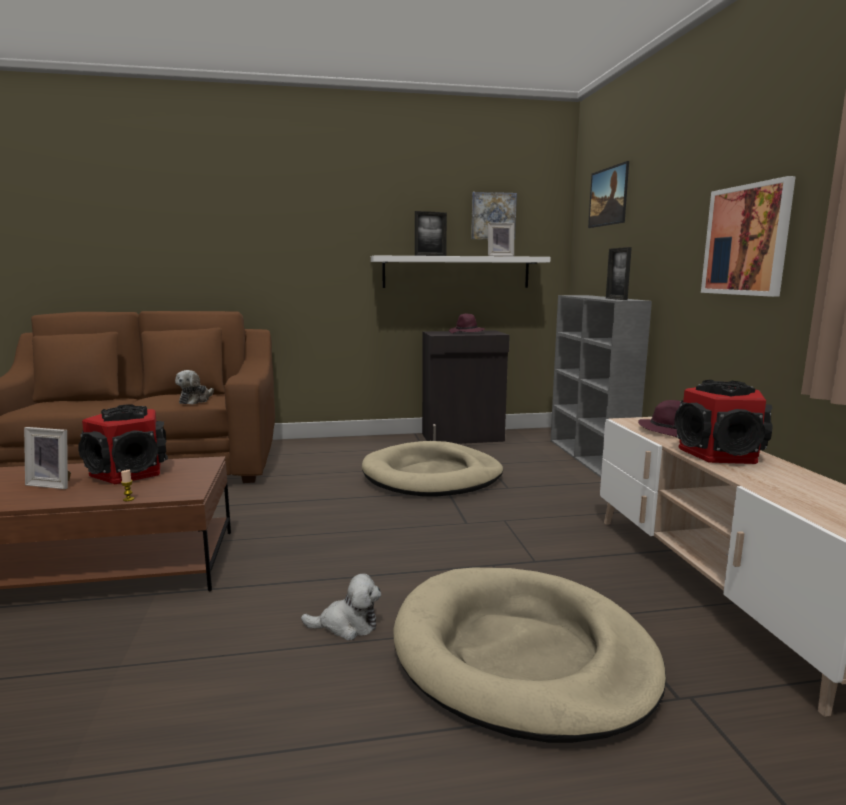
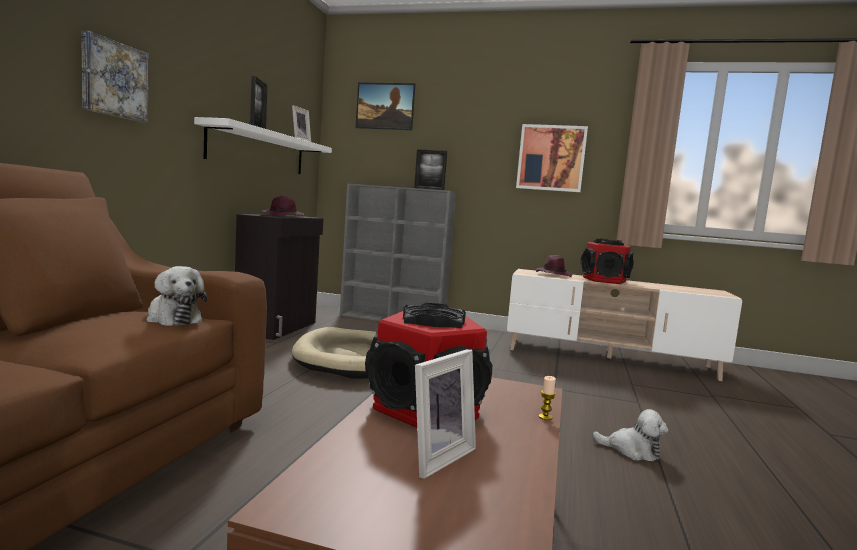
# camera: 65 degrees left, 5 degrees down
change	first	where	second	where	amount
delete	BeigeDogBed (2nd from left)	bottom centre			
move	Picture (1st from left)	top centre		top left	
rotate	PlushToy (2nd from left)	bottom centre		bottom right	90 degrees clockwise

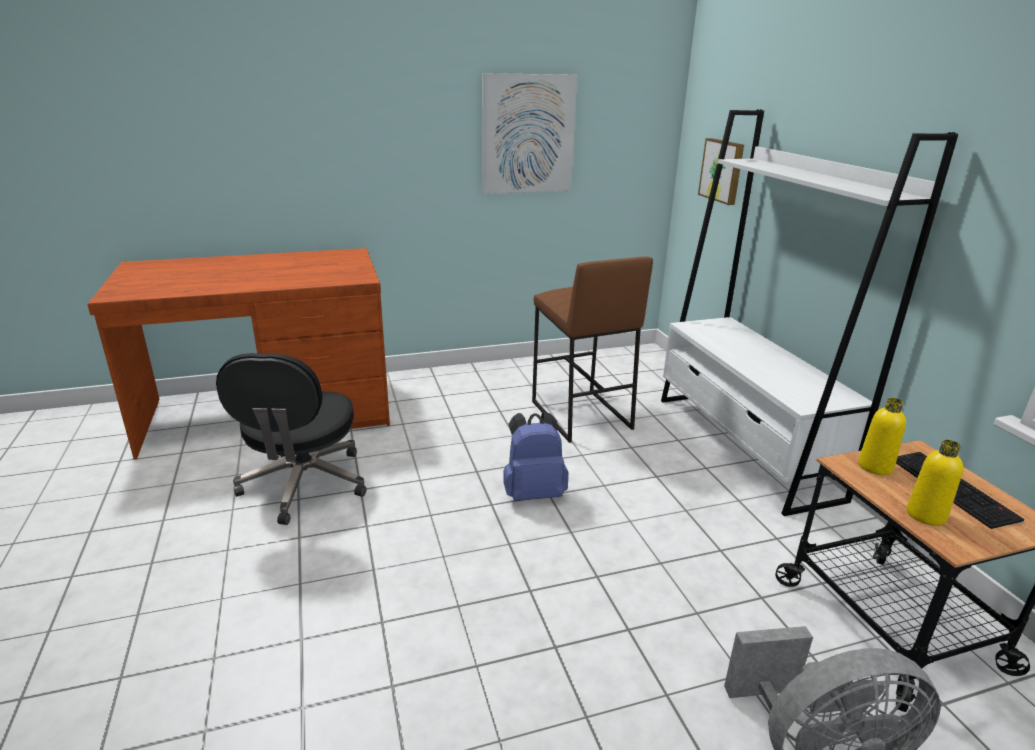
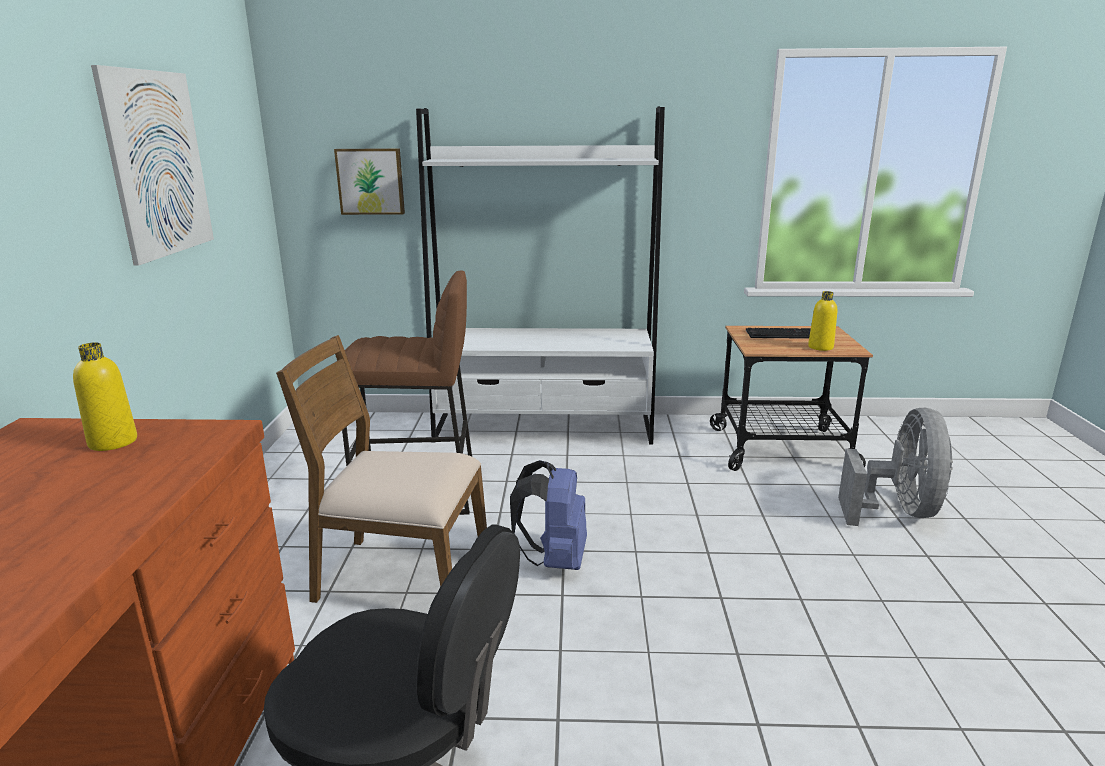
# camera: 70 degrees left, 5 degrees down
change	first	where	second	where	amount
insert			BrownChair	centre	
move	YellowBottle (1st from left)	middle right		middle left	

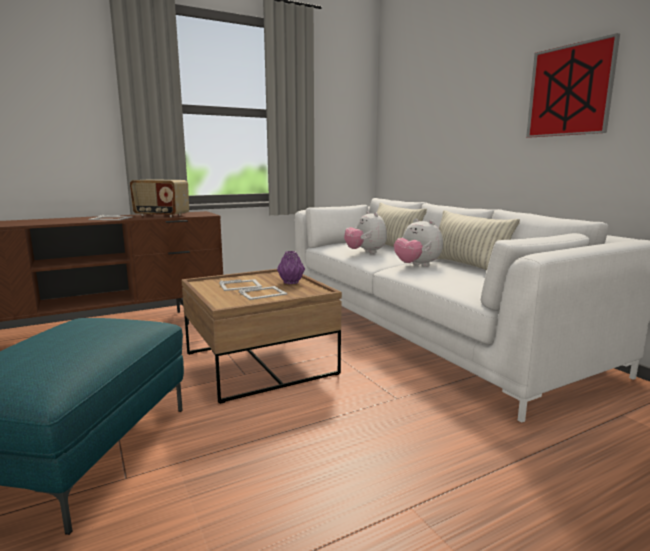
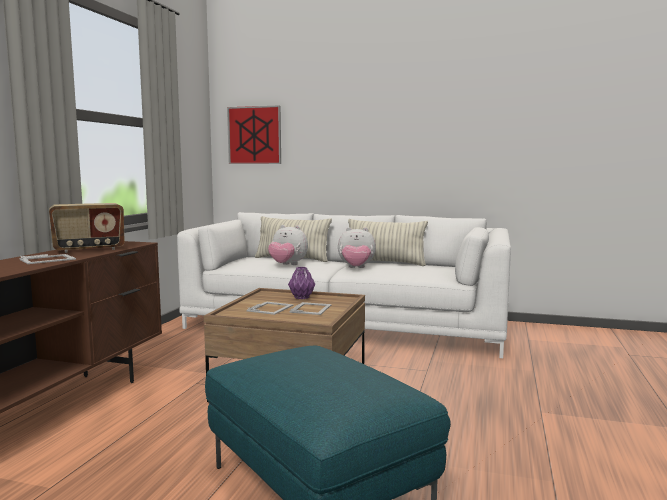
# camera: 45 degrees left, 5 degrees down
change	first	where	second	where	amount
move	Picture	top right		top centre	

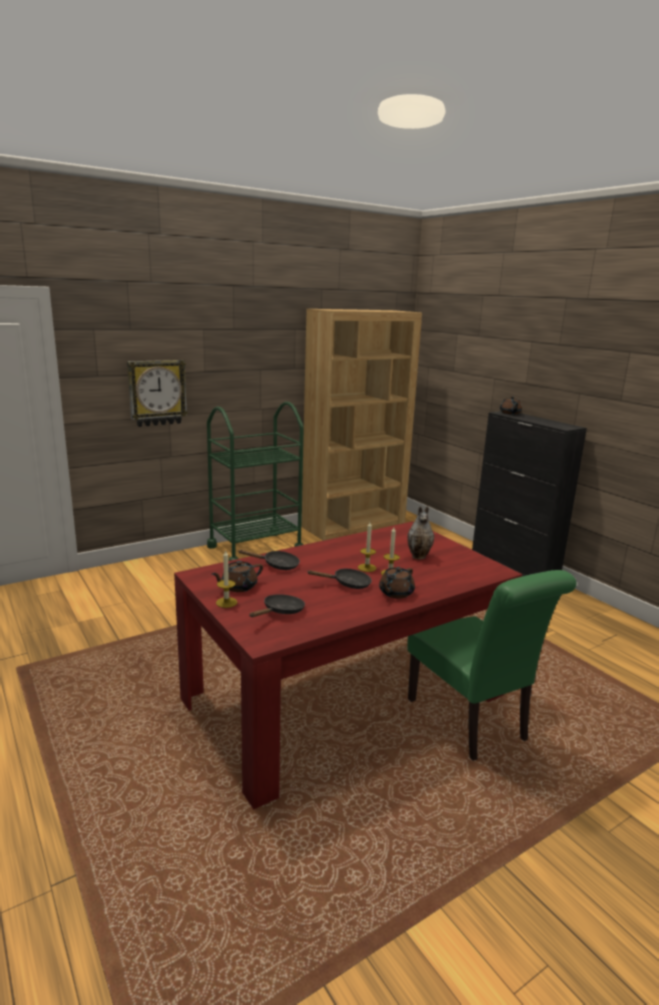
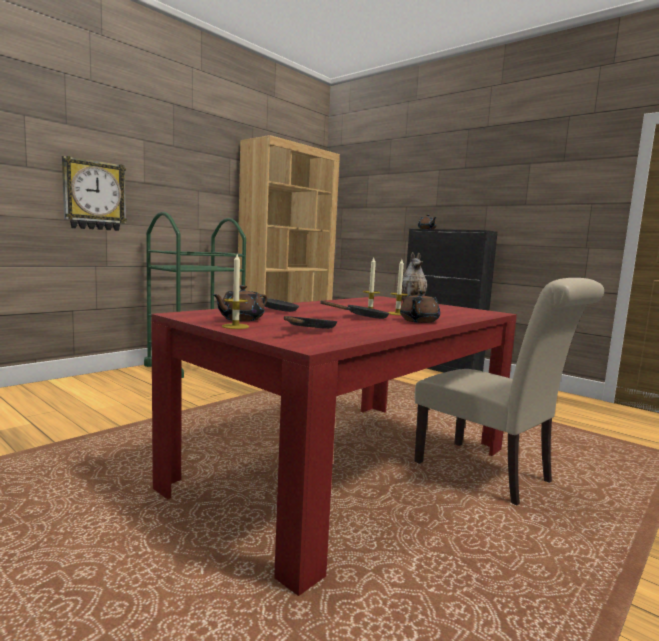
# camera: 15 degrees left, 10 degrees down
change	first	where	second	where	amount
recolor	GreenChair	middle right	BeigeChair	middle right	

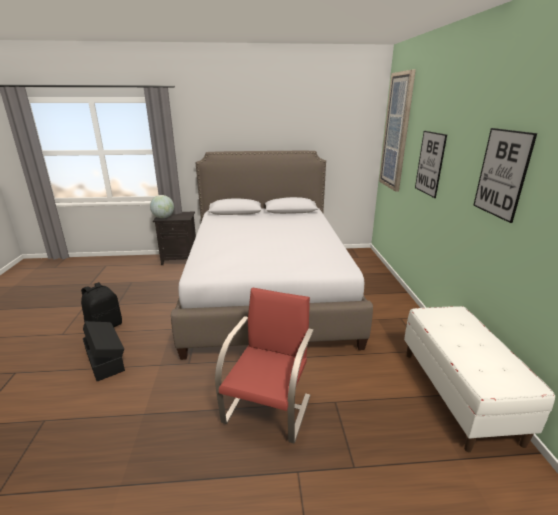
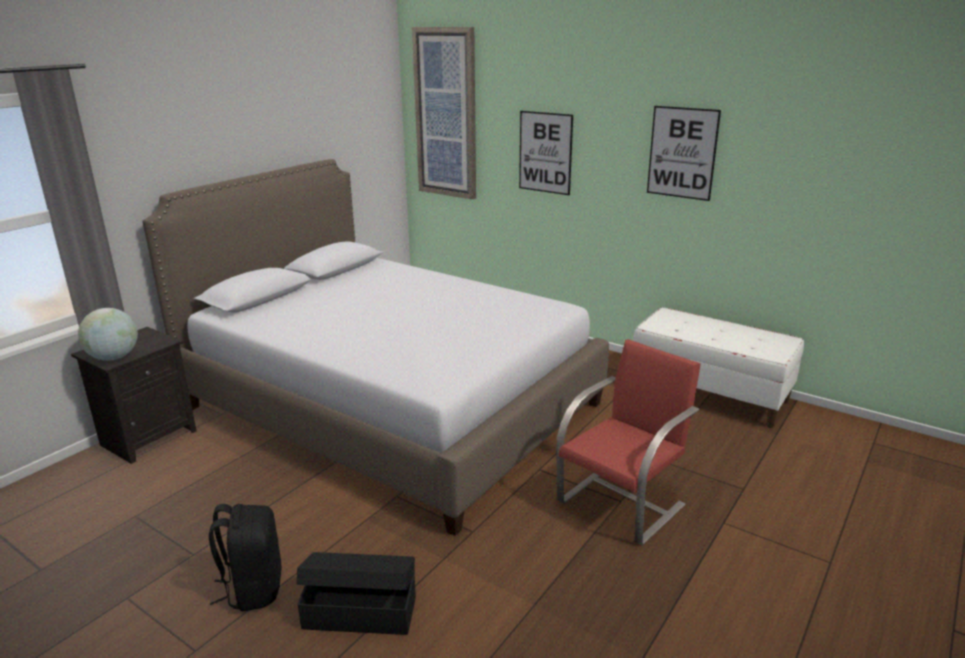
# camera: 50 degrees left, 0 degrees up
change	first	where	second	where	amount
rotate	RedChair	bottom centre		bottom centre	75 degrees clockwise

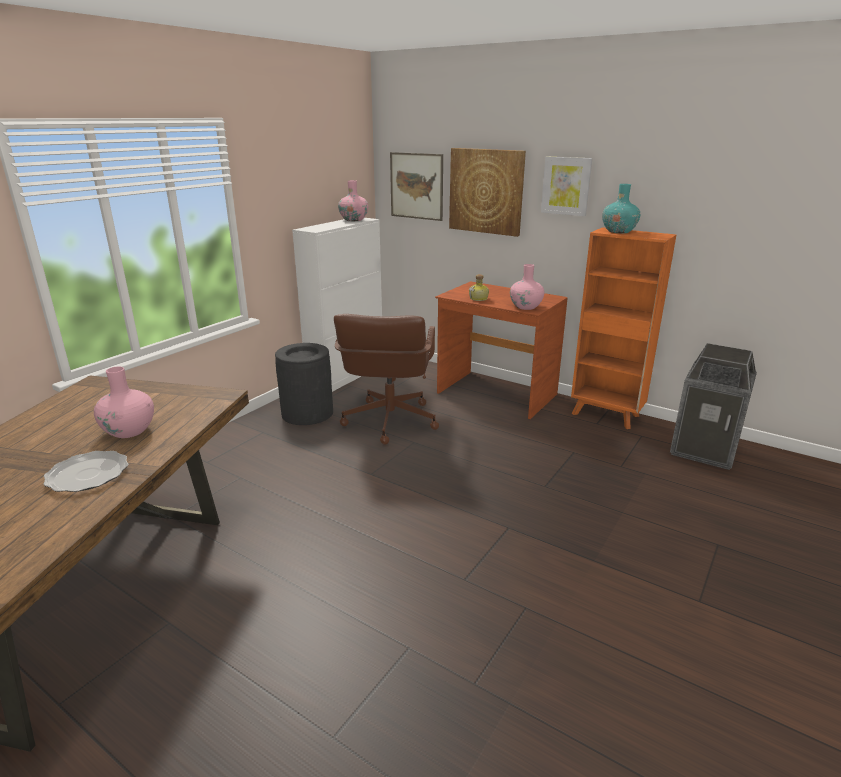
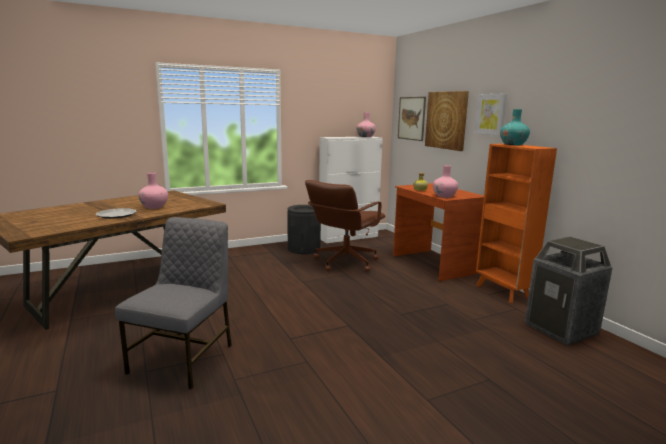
# camera: 30 degrees right, 10 degrees down
change	first	where	second	where	amount
insert			GreyChair	bottom left	

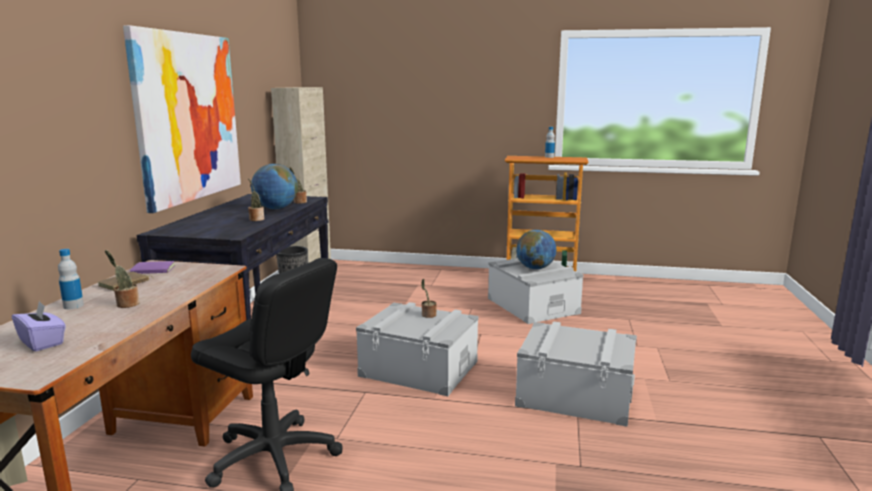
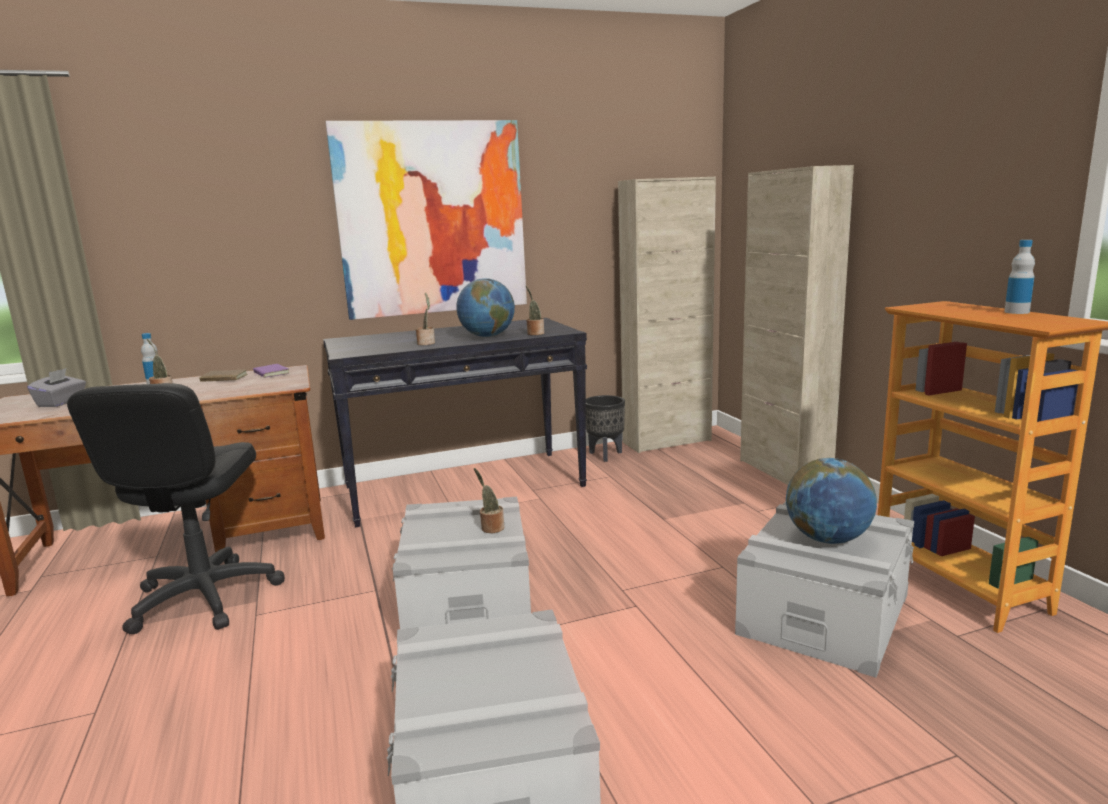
# camera: 60 degrees right, 0 degrees up
change	first	where	second	where	amount
insert			BeigeCabinet (2nd from left)	middle right	
recolor	PurpleTissueBox	middle left	GreyTissueBox	middle left	

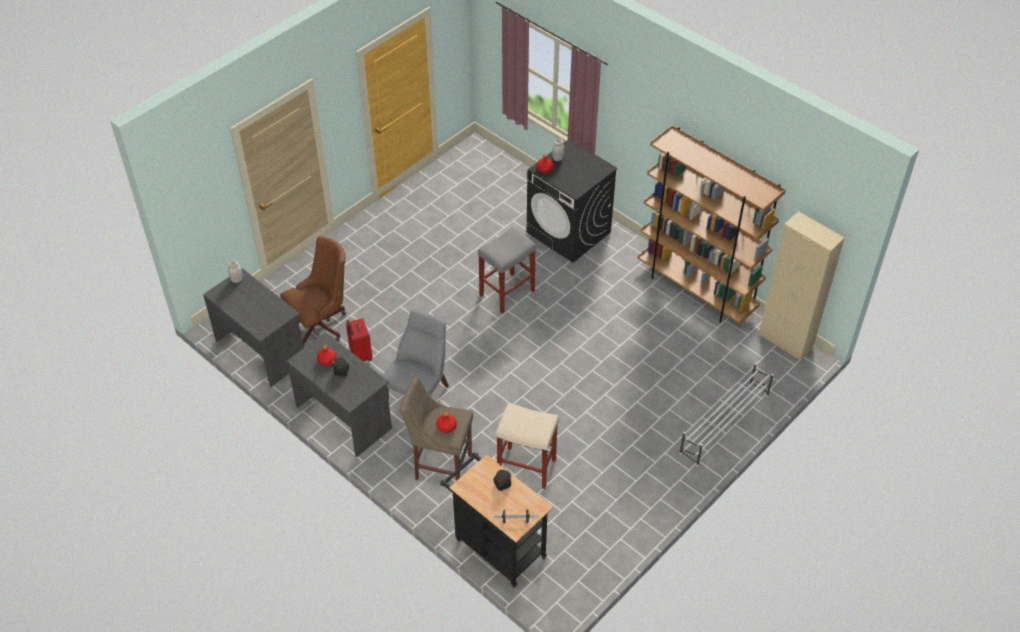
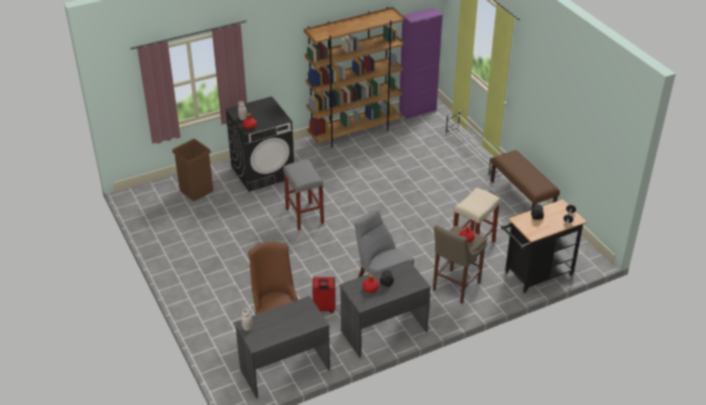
# camera: 70 degrees left, 10 degrees down
change	first	where	second	where	amount
insert			BrownTrashCan	middle left	
insert			BrownBench	middle right	
recolor	BeigeCabinet	middle right	PurpleCabinet	top centre	

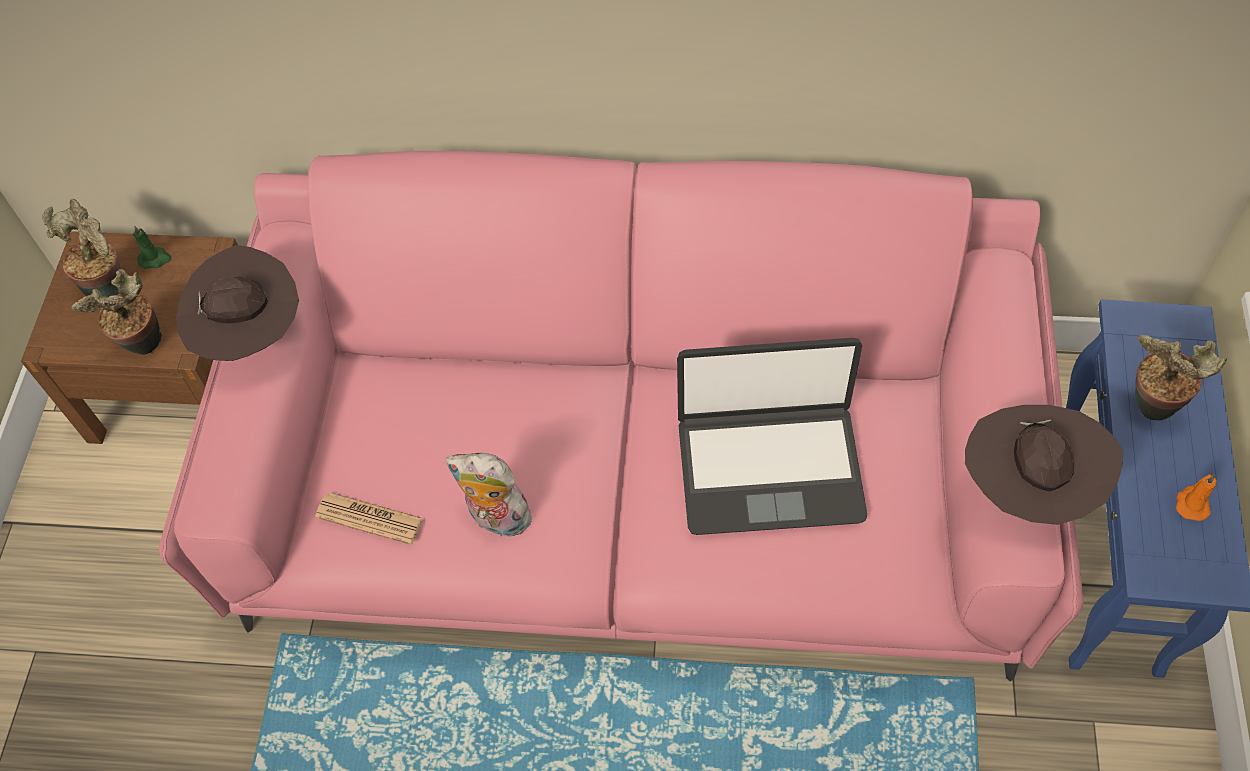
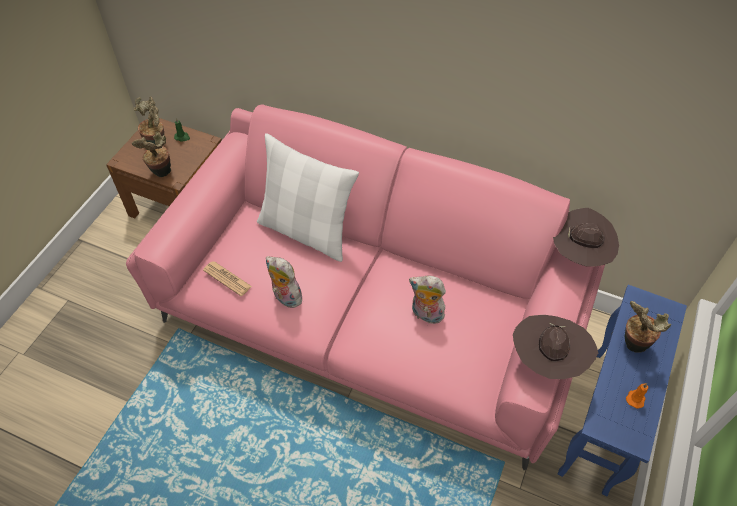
# camera: 15 degrees right, 5 degrees down
change	first	where	second	where	amount
insert			WhitePillow	centre	
move	BrownHat (1st from left in the first image)	middle left	BrownHat (2nd from left)	middle right	
replace	Laptop	centre	PlushToy (2nd from left)	centre	

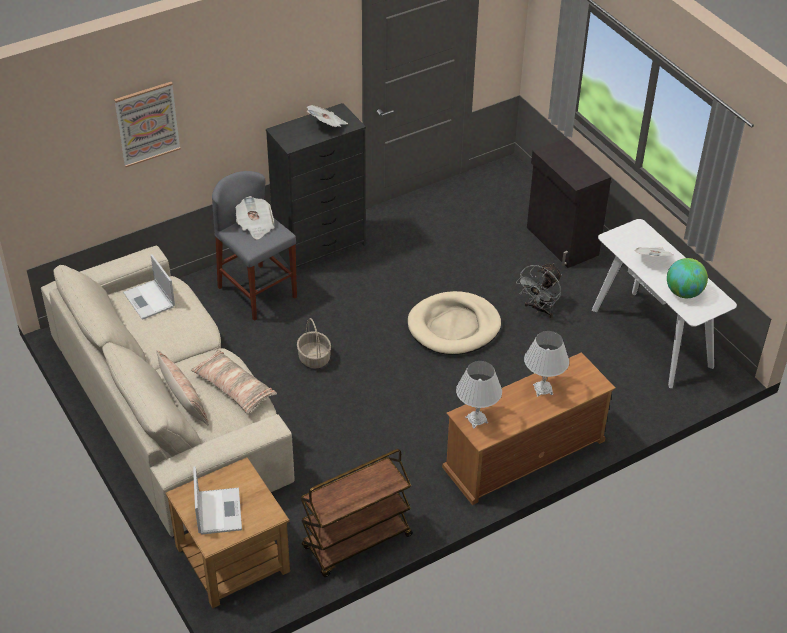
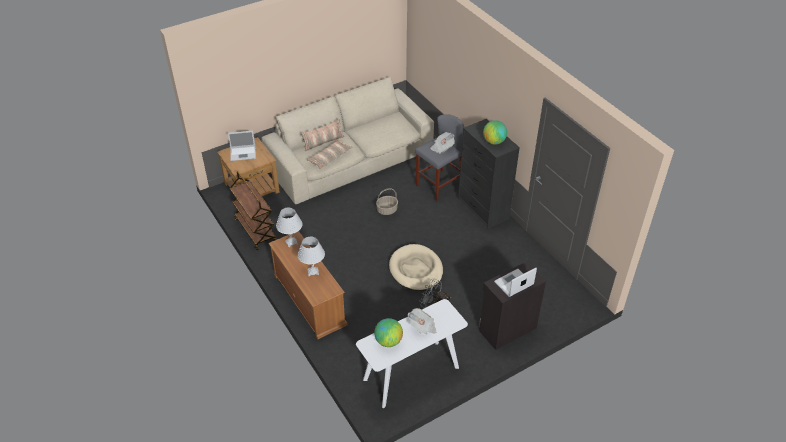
# camera: 90 degrees right, 0 degrees up
change	first	where	second	where	amount
delete	Picture	top left			
move	Laptop (1st from left in the first image)	middle left	Laptop (2nd from left)	centre	
replace	Newspaper (2nd from left)	top centre	Globe (2nd from left)	top centre	

